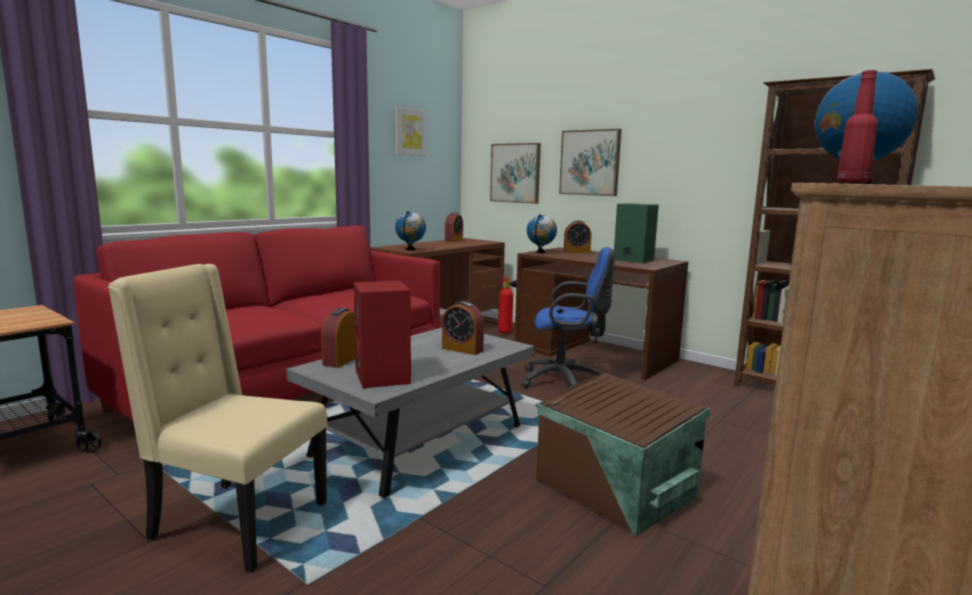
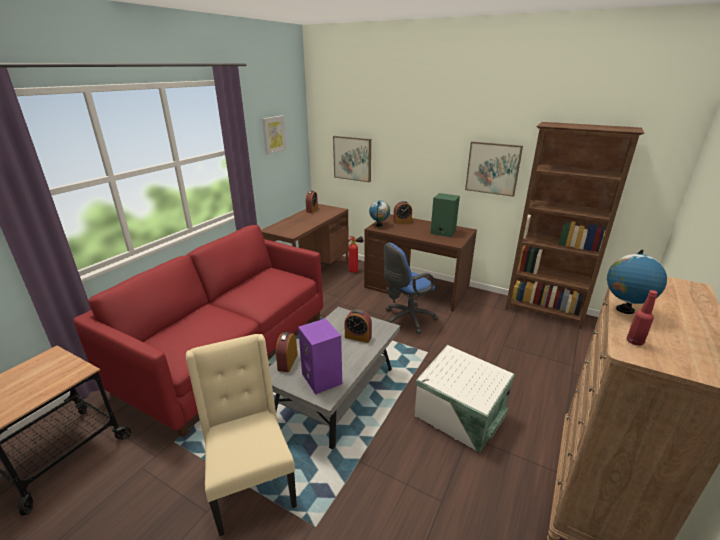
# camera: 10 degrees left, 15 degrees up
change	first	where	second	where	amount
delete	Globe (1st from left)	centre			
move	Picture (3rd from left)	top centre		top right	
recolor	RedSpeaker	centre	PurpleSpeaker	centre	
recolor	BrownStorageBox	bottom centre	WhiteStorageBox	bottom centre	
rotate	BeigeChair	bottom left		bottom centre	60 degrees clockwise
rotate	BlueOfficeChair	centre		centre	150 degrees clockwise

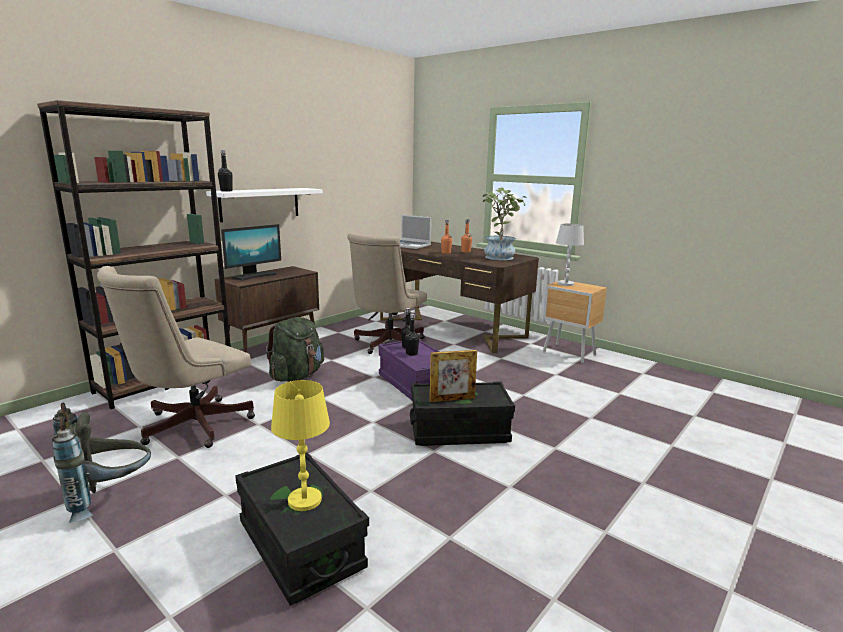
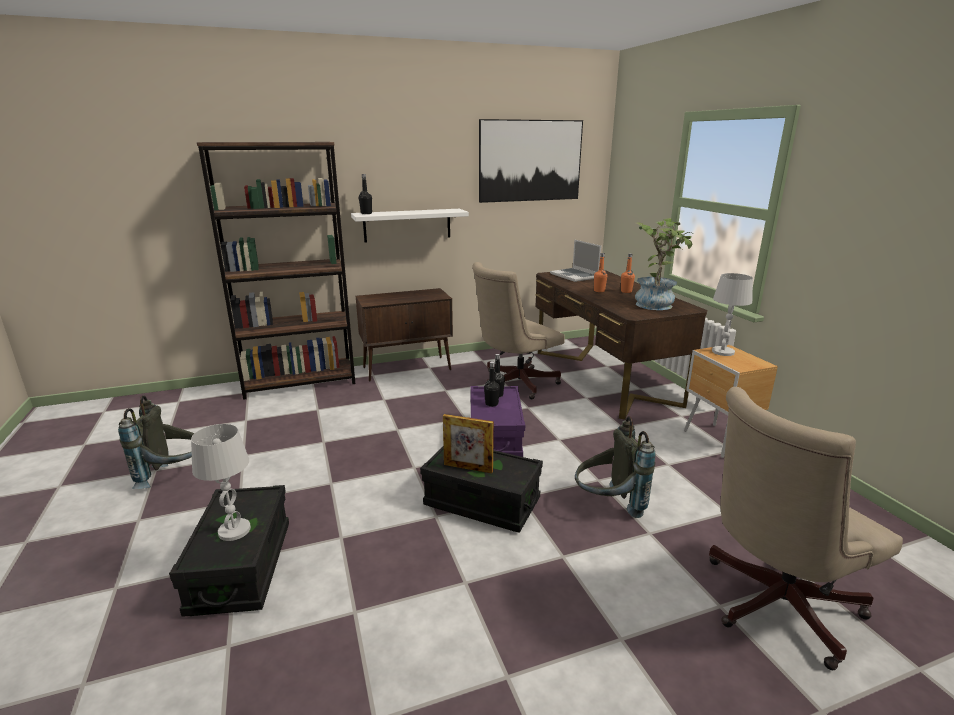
# camera: 30 degrees right, 5 degrees up
change	first	where	second	where	amount
delete	Monitor	middle left			
delete	GreenBackpack	centre			
insert			Picture	top centre	
insert			GreyBackpack (2nd from left)	centre	
move	BeigeOfficeChair (1st from left in the first image)	middle left	BeigeOfficeChair (2nd from left)	bottom right	
recolor	YellowTableLamp	bottom centre	WhiteTableLamp (1st from left)	bottom left	

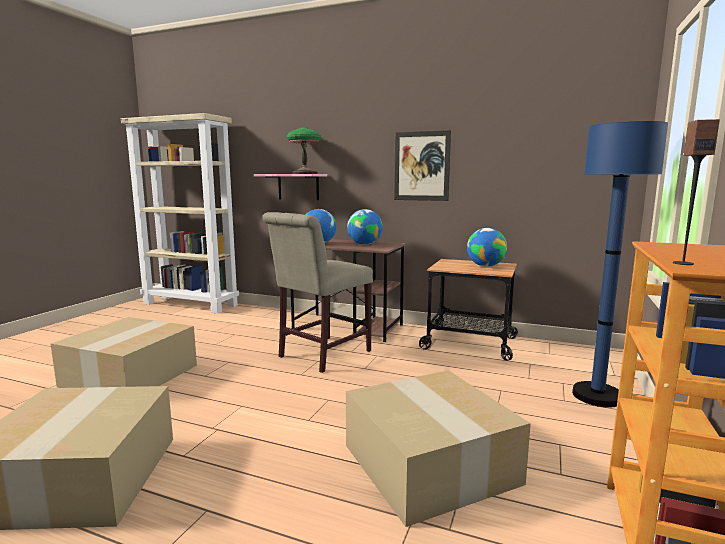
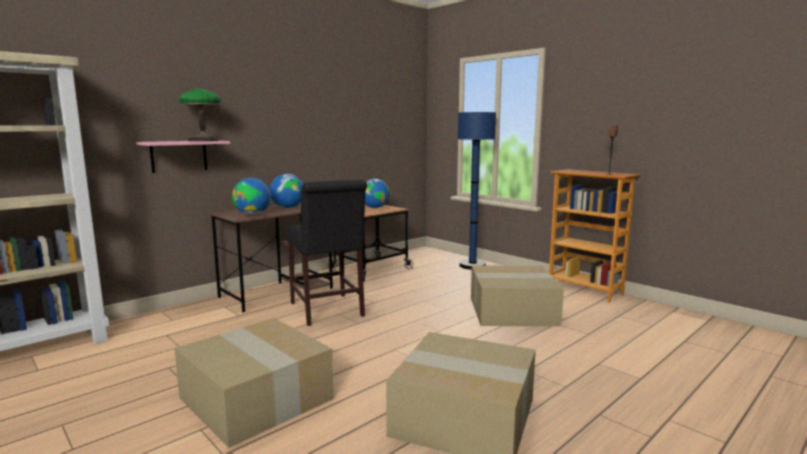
# camera: 65 degrees left, 0 degrees up
change	first	where	second	where	amount
delete	Picture	top centre			
recolor	BeigeChair	centre	BlackChair	centre	

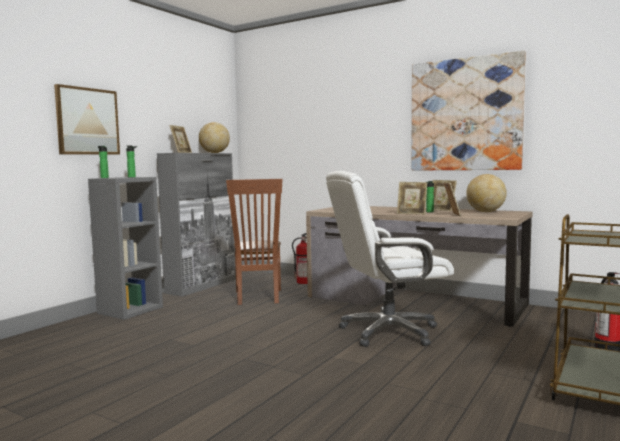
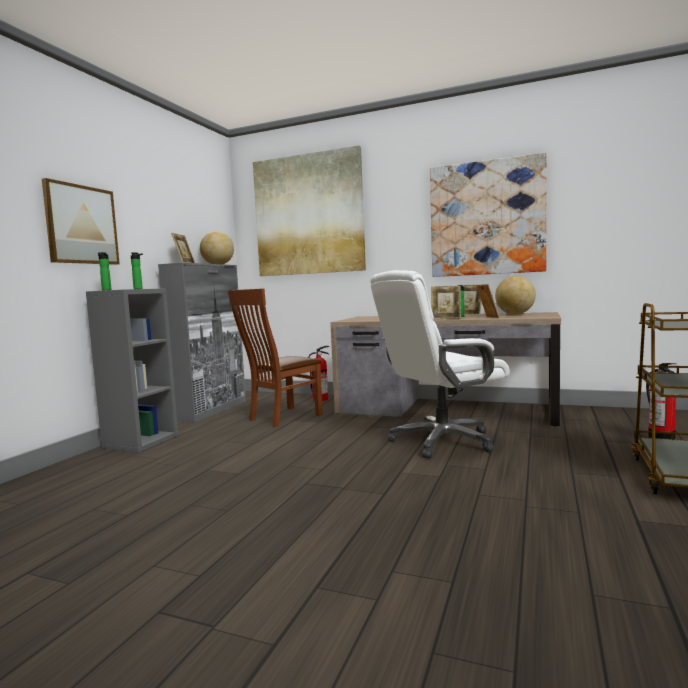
# camera: 10 degrees left, 0 degrees up
change	first	where	second	where	amount
insert			Picture (2nd from left)	top centre	
rotate	BrownChair	centre		centre	60 degrees clockwise

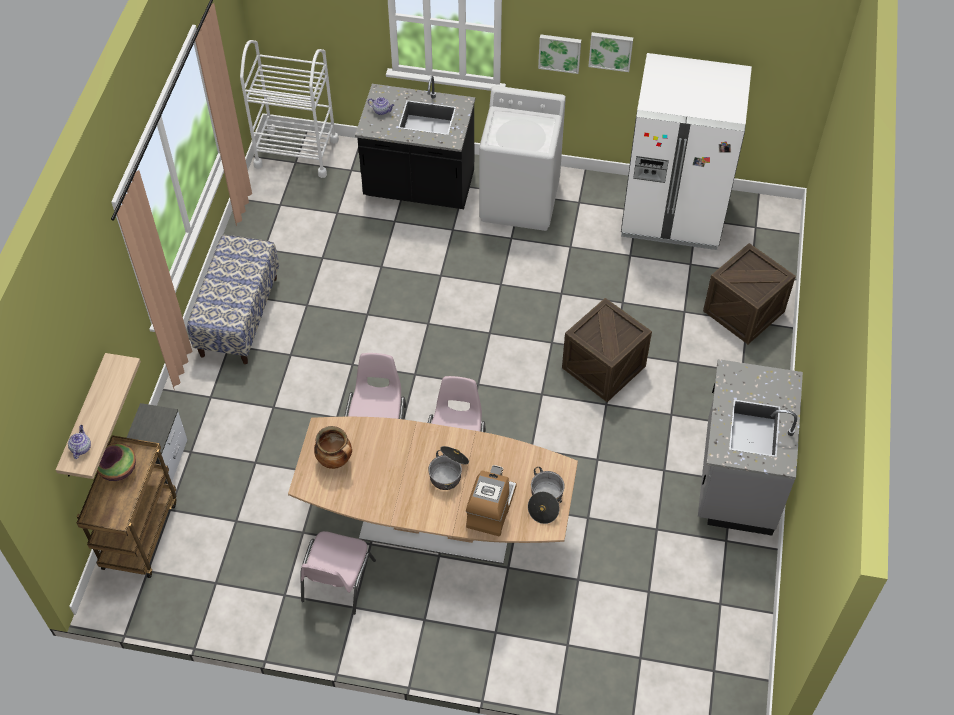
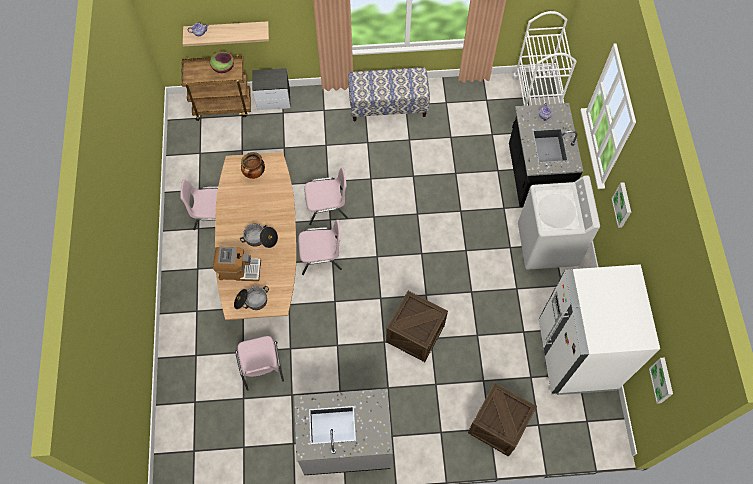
# camera: 75 degrees right, 10 degrees up
change	first	where	second	where	amount
insert			PinkChair (2nd from left)	bottom centre	
move	Picture (2nd from left)	top centre		bottom right	

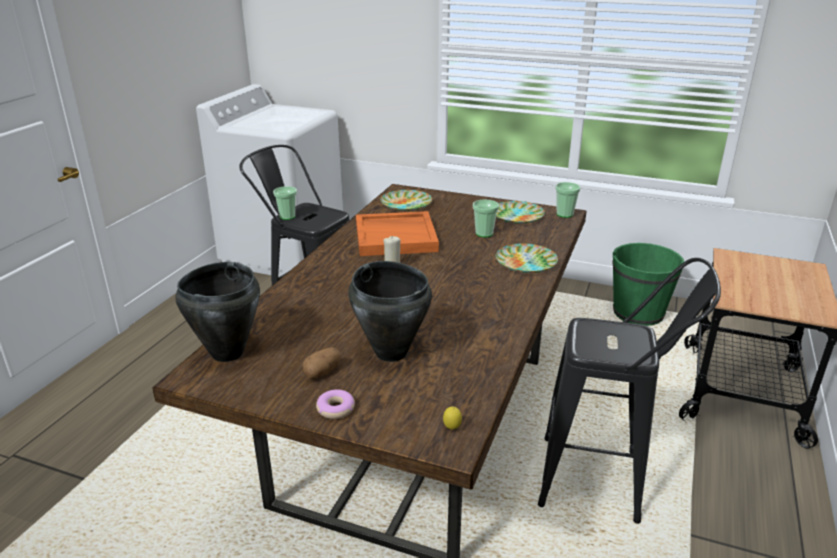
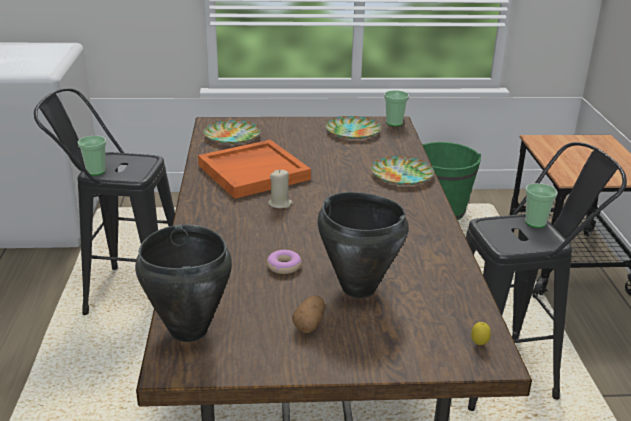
# camera: 25 degrees left, 0 degrees up
change	first	where	second	where	amount
move	Donut	bottom centre		centre	
move	Cup (2nd from left in the first image)	centre	Cup (3rd from left)	middle right	

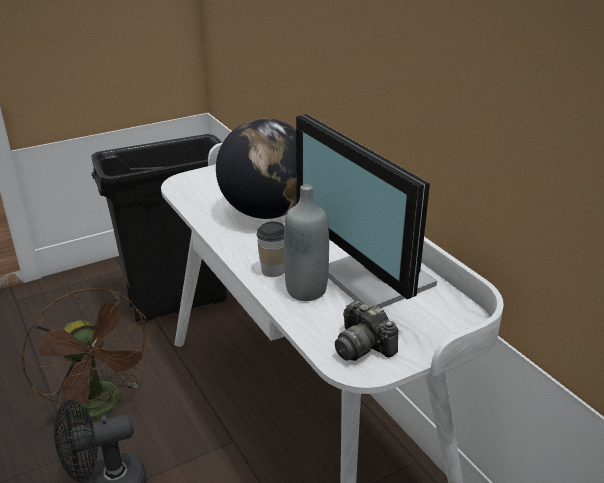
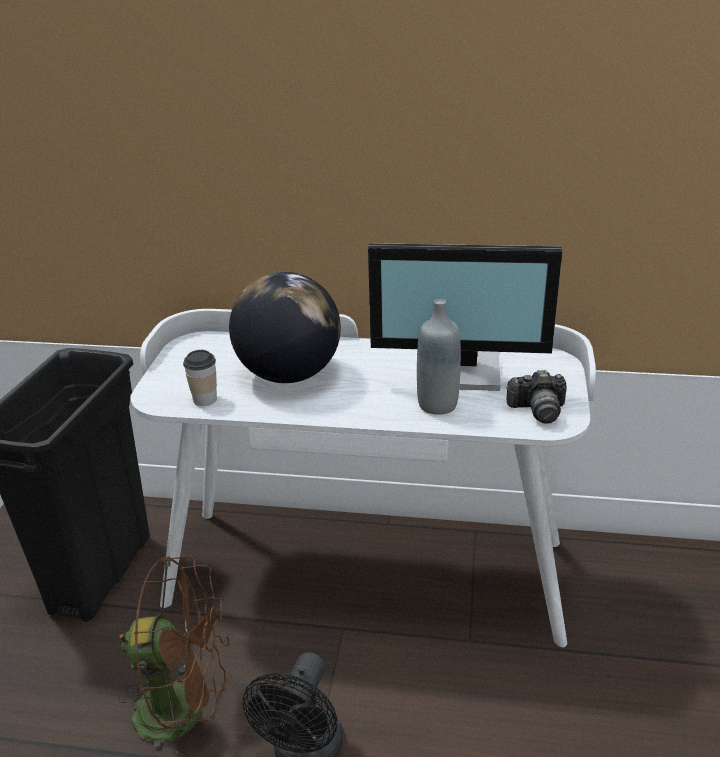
# camera: 50 degrees left, 0 degrees up
change	first	where	second	where	amount
move	Cup	centre		middle left	

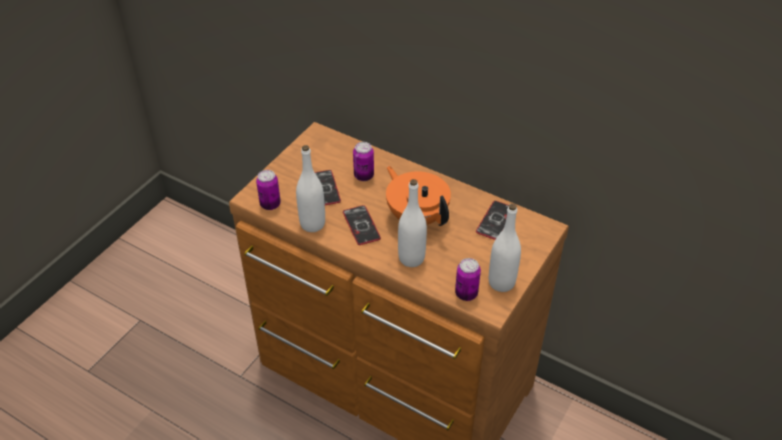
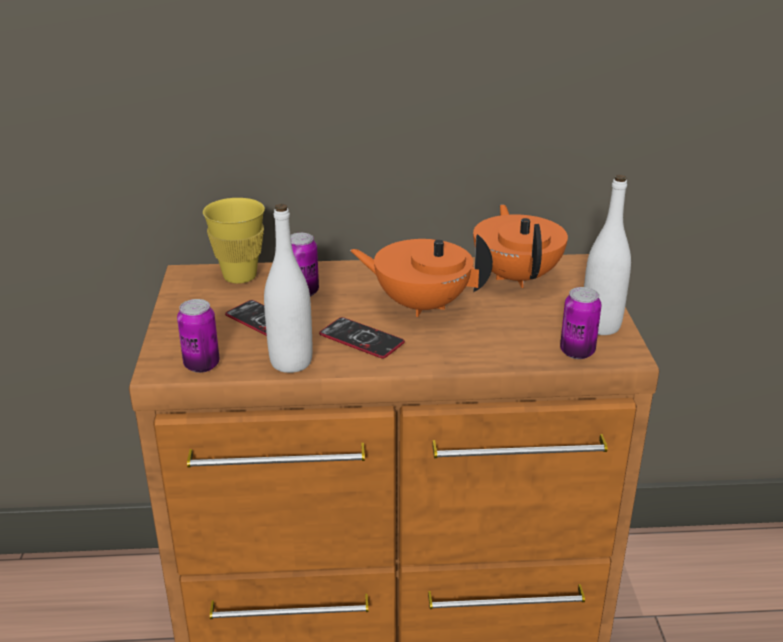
# camera: 35 degrees left, 15 degrees down
change	first	where	second	where	amount
delete	WhiteBottle (2nd from left)	centre			
insert			YellowCup	middle left	
replace	Phone (3rd from left)	centre	OrangeTeapot (2nd from left)	centre	

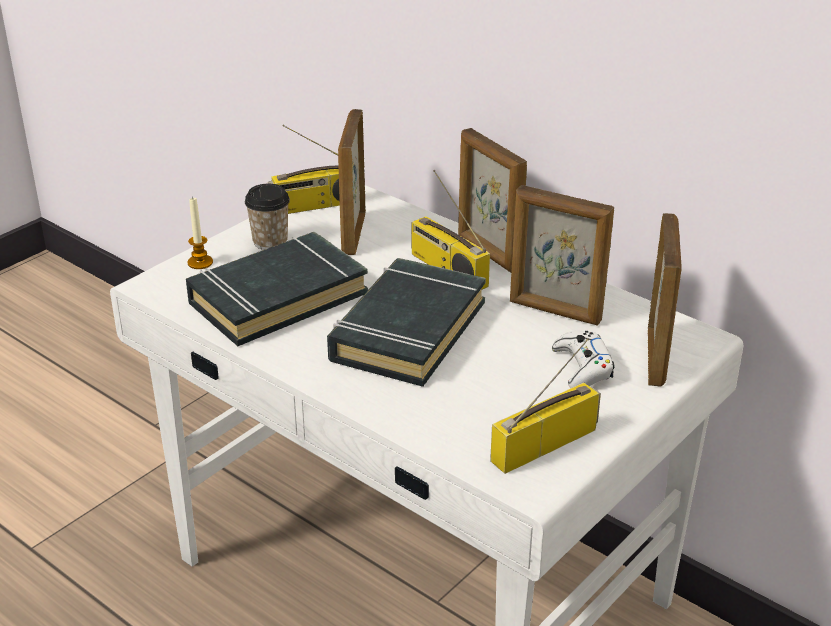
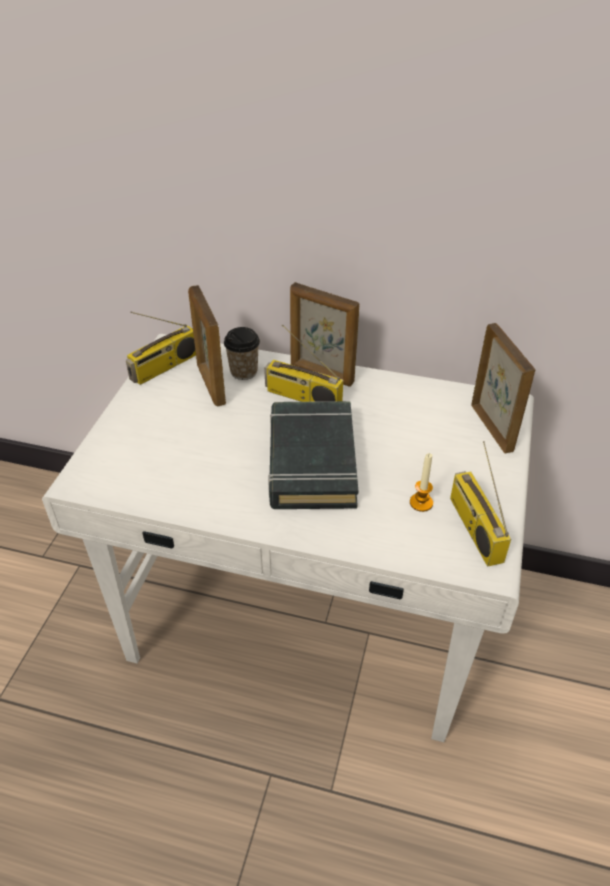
# camera: 25 degrees left, 10 degrees up
change	first	where	second	where	amount
delete	BlackBook (1st from left)	centre			
delete	PictureFrame (3rd from left)	middle right			
delete	WhiteGameController	middle right			
move	Candle	middle left		middle right	
move	Cup	middle left		centre	
rotate	Radio (3rd from left)	centre		middle right	45 degrees counterclockwise

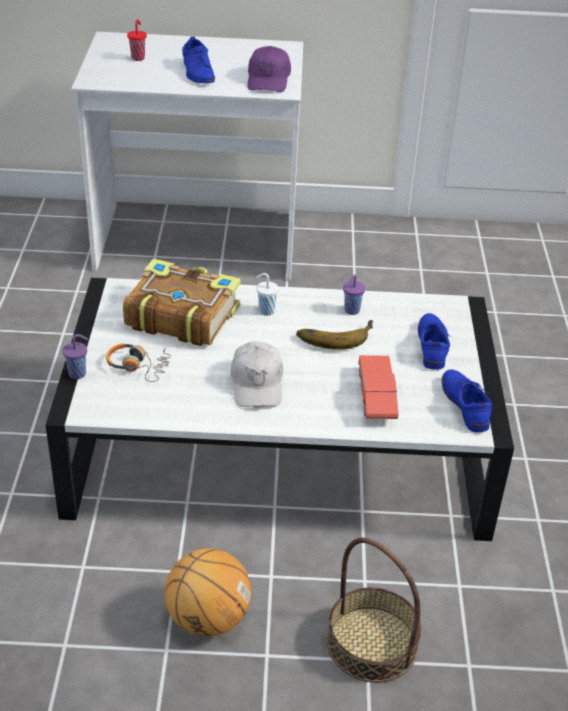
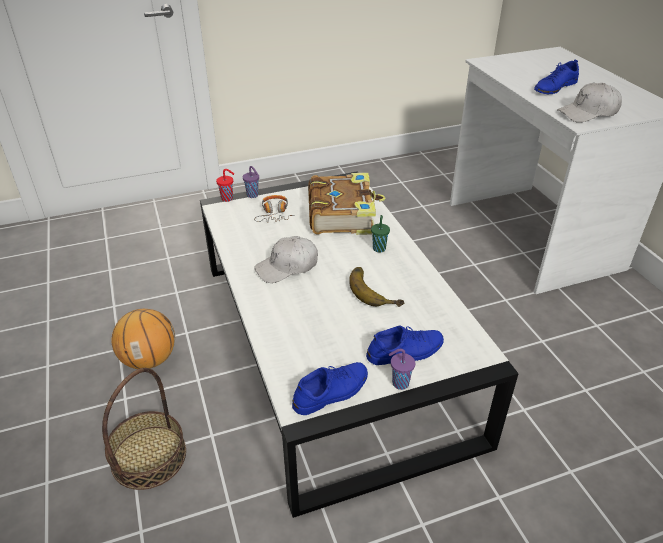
# camera: 70 degrees right, 0 degrees up
change	first	where	second	where	amount
delete	RedToyCar	centre			
move	RedCup	top left		centre	
move	PurpleCup (2nd from left)	centre		bottom centre	
recolor	PurpleCap	top centre	WhiteCap (2nd from left)	top right	
recolor	WhiteCup	centre	GreenCup	centre	

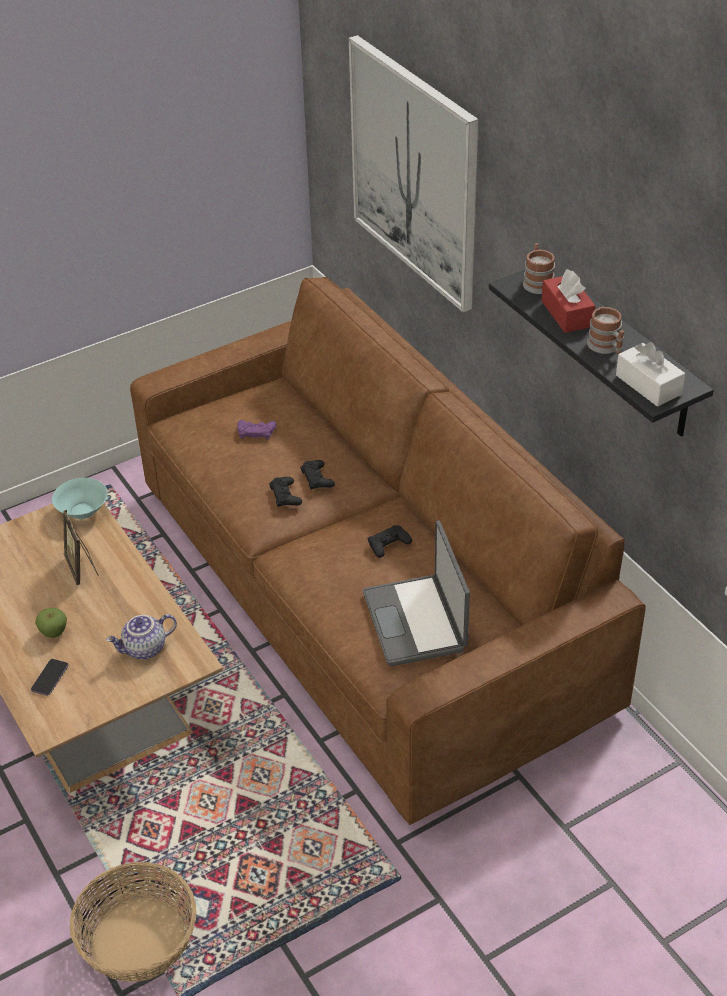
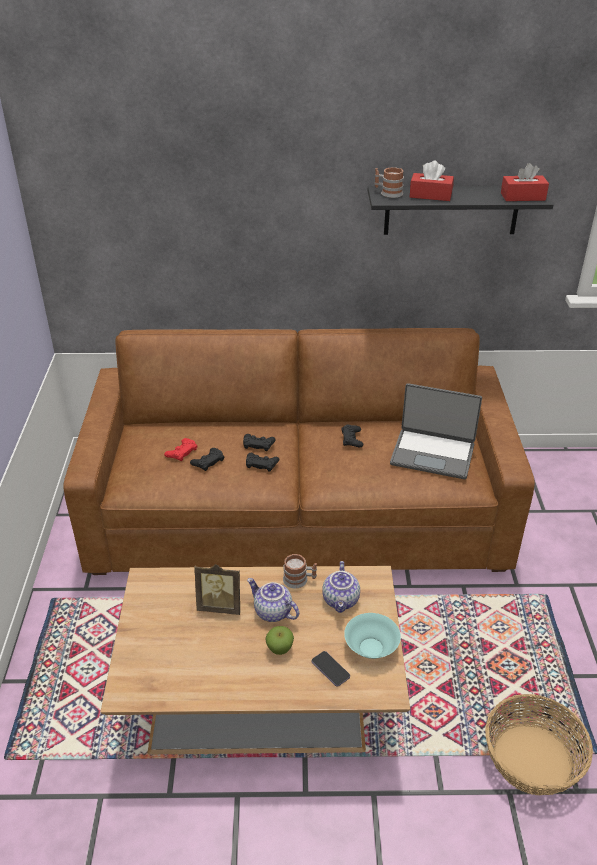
# camera: 60 degrees left, 5 degrees down
change	first	where	second	where	amount
delete	Picture	top centre			
insert			BlackGameController (1st from left)	centre	
insert			Teapot (1st from left)	bottom centre	
move	TurquoiseBowl	middle left		bottom centre	
move	Mug (2nd from left in the first image)	top right	Mug (1st from left)	centre	
recolor	PurpleGameController	centre	RedGameController	middle left	
recolor	WhiteTissueBox	middle right	RedTissueBox (2nd from left)	top right	

